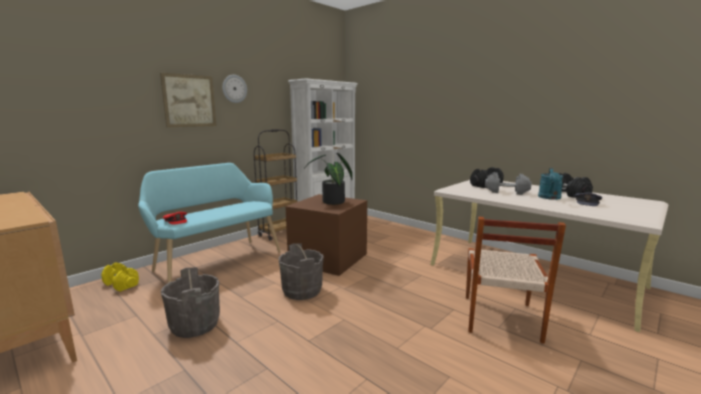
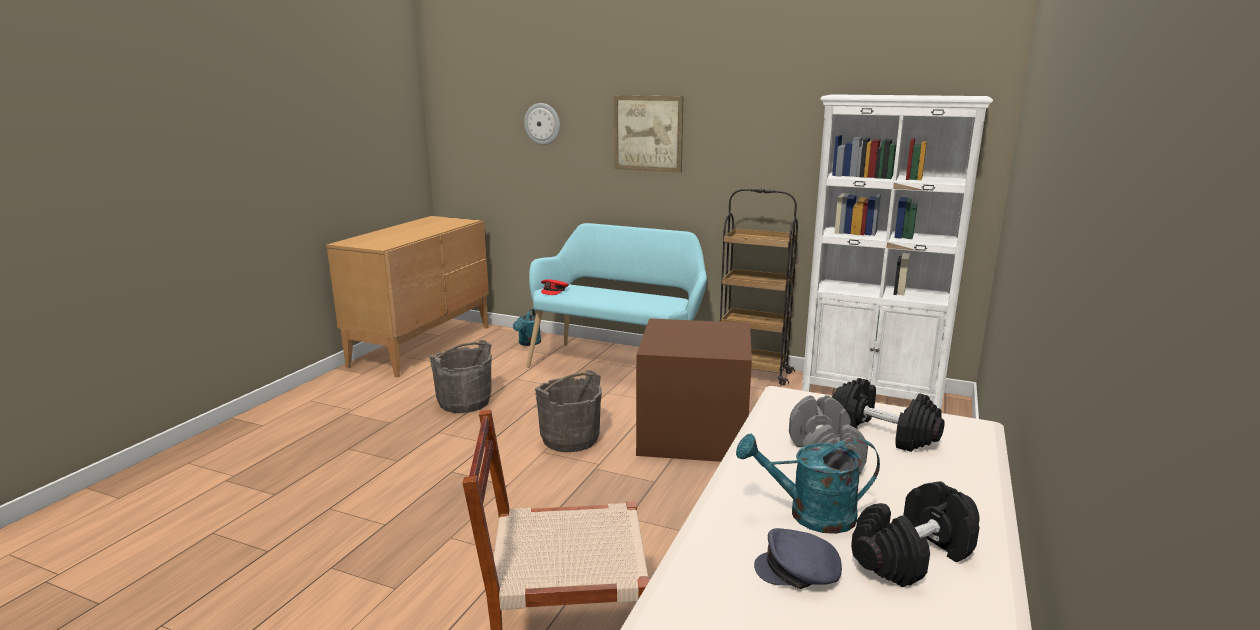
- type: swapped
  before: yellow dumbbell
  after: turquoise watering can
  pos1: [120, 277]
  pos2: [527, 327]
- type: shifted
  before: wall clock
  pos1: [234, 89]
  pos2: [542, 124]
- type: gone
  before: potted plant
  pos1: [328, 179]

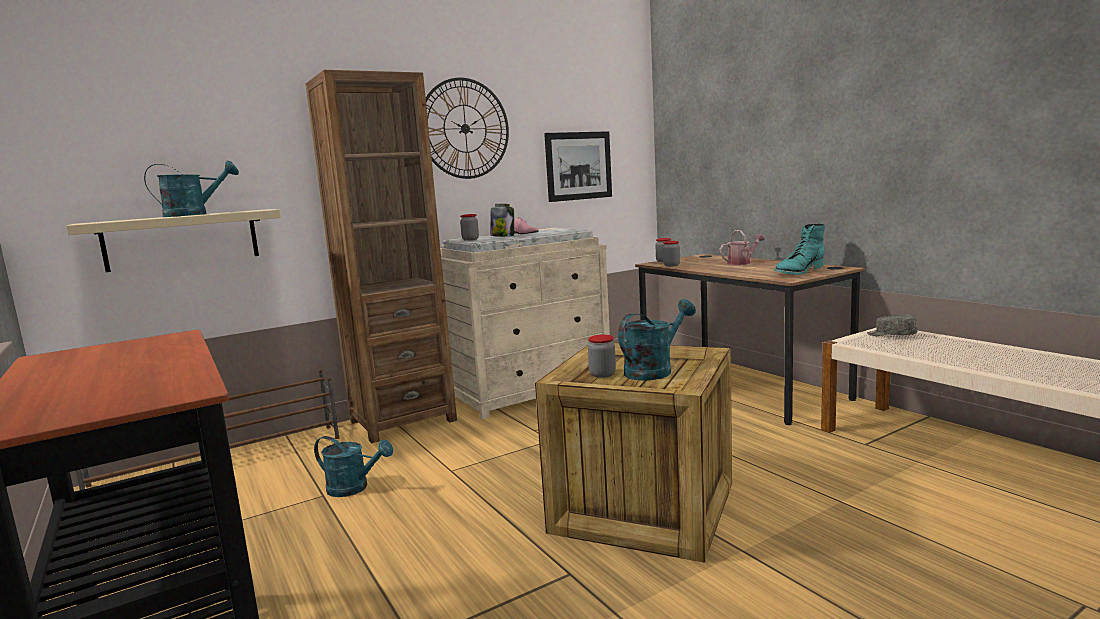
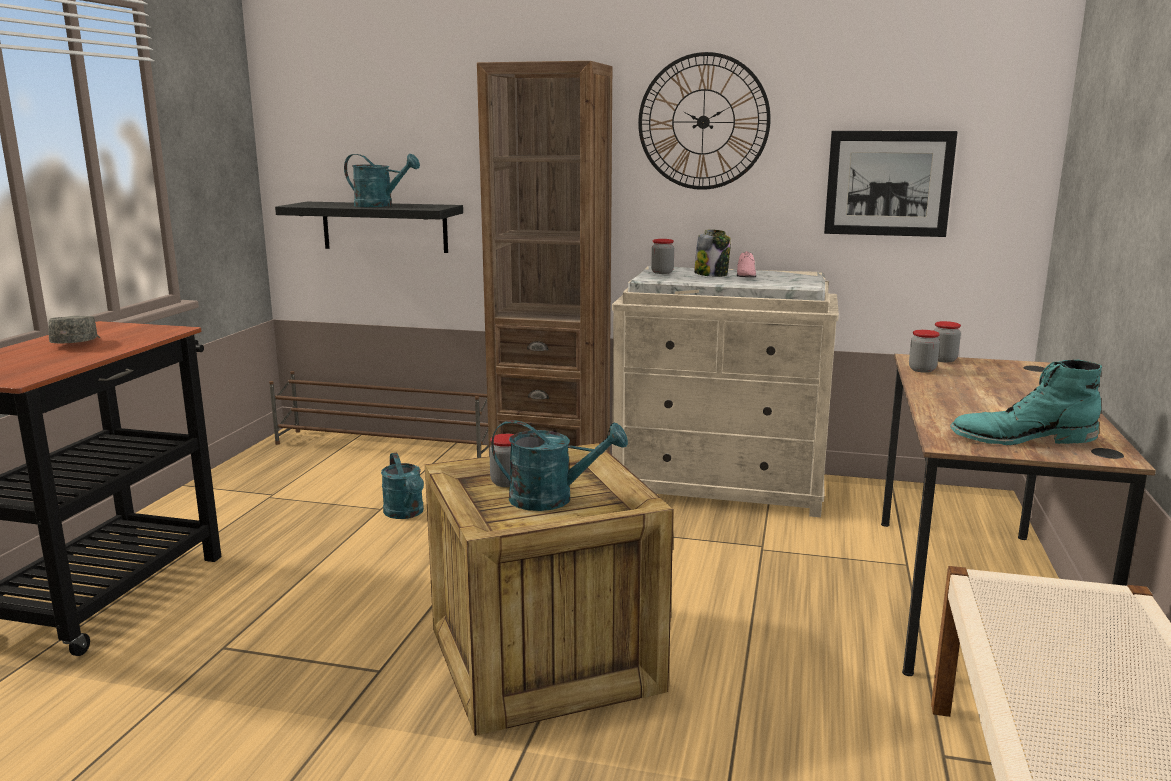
- type: shifted
  before: grey cap
  pos1: [892, 325]
  pos2: [74, 329]
- type: repainted
  before: beige shelf
  after: black shelf
  pos1: [173, 240]
  pos2: [369, 227]
- type: gone
  before: watering can
  pos1: [742, 247]

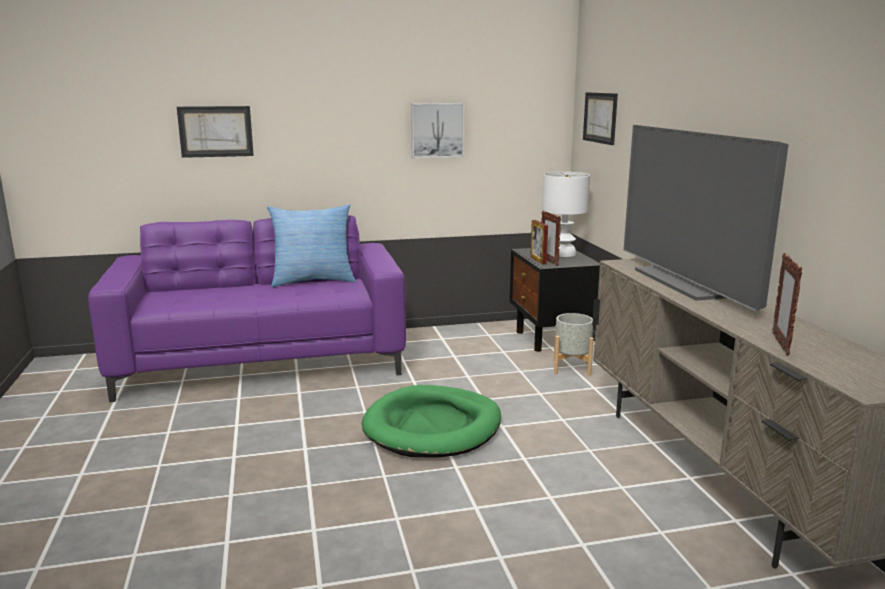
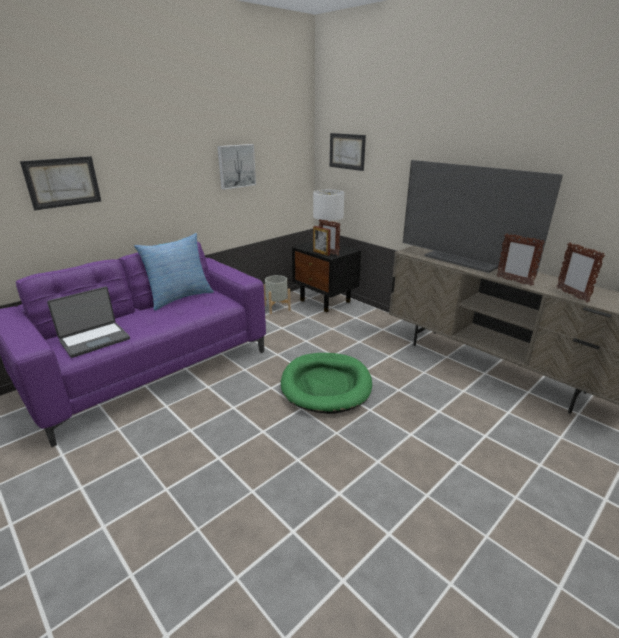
- type: new
  after: laptop
  pos2: [88, 322]
- type: shifted
  before: grey planter
  pos1: [574, 344]
  pos2: [277, 294]
- type: new
  after: picture frame
  pos2: [521, 259]

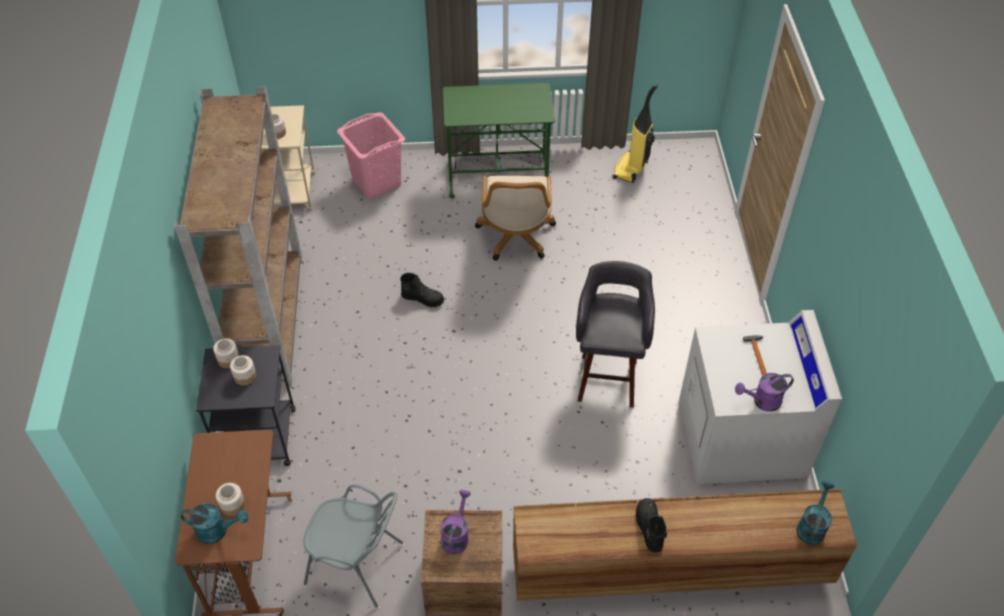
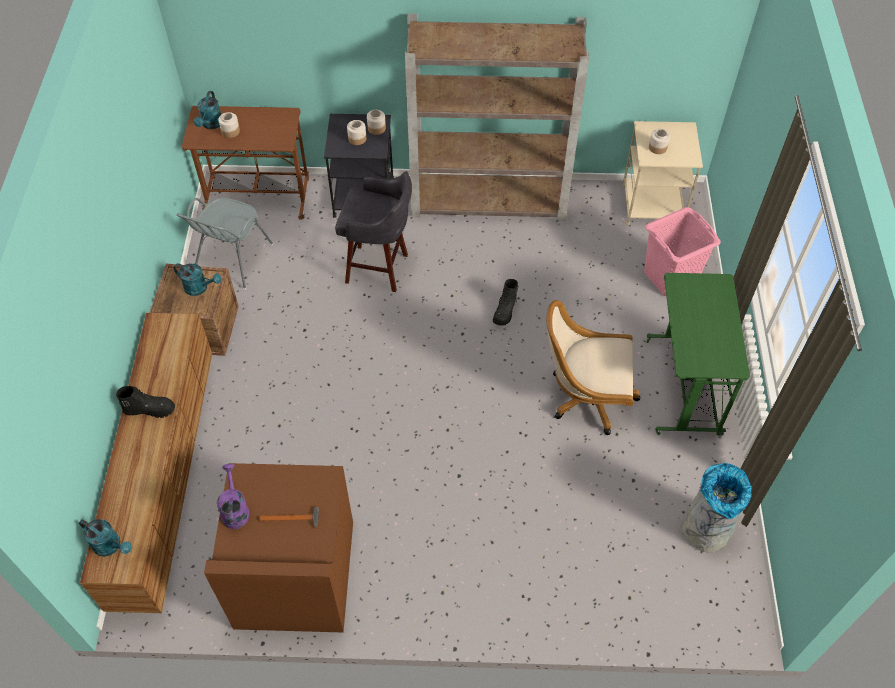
- type: repainted
  before: purple watering can
  after: turquoise watering can
  pos1: [456, 522]
  pos2: [197, 279]
- type: repainted
  before: white washing machine
  after: brown washing machine
  pos1: [760, 397]
  pos2: [278, 547]
- type: shifted
  before: grey stool
  pos1: [615, 334]
  pos2: [373, 231]
- type: swapped
  before: vacuum cleaner
  after: grey trash can
  pos1: [635, 133]
  pos2: [716, 507]

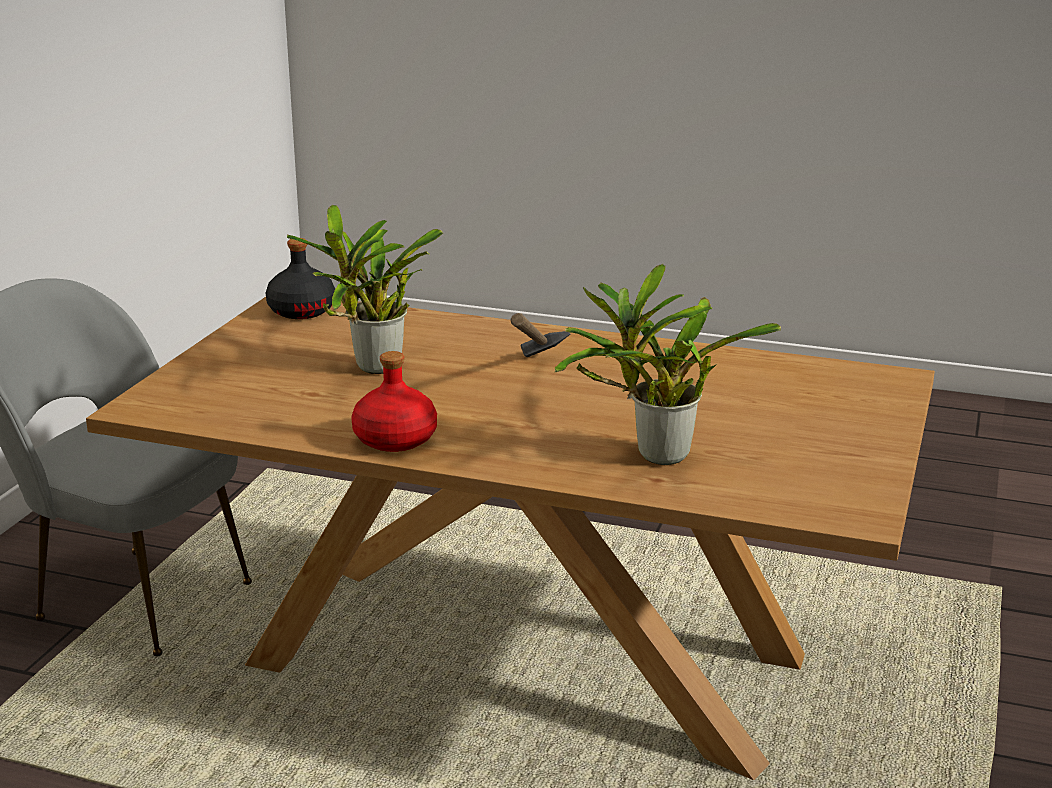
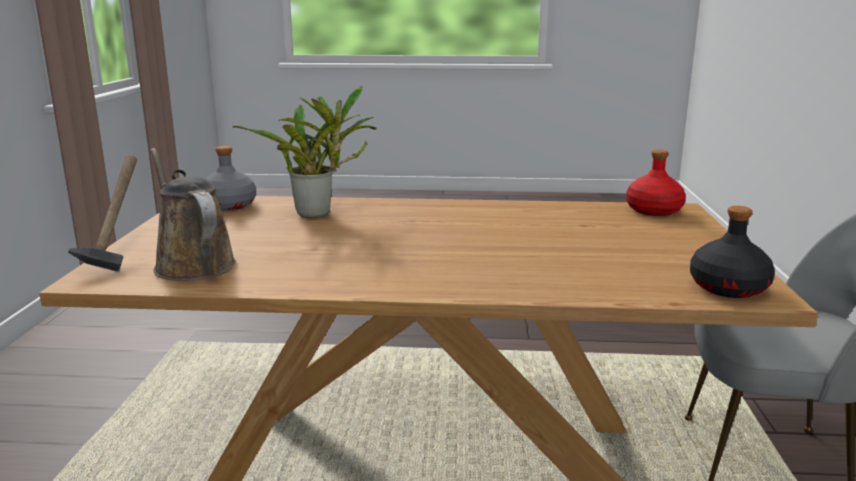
- type: shifted
  before: hammer
  pos1: [540, 335]
  pos2: [102, 213]
- type: new
  after: brown watering can
  pos2: [193, 214]
- type: new
  after: grey bottle
  pos2: [230, 178]
- type: shifted
  before: red bottle
  pos1: [394, 401]
  pos2: [656, 183]
- type: gone
  before: potted plant
  pos1: [365, 289]

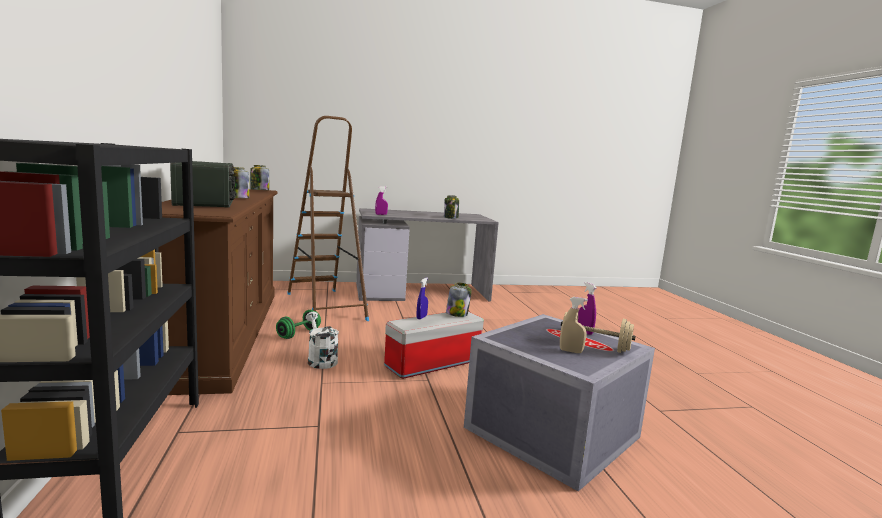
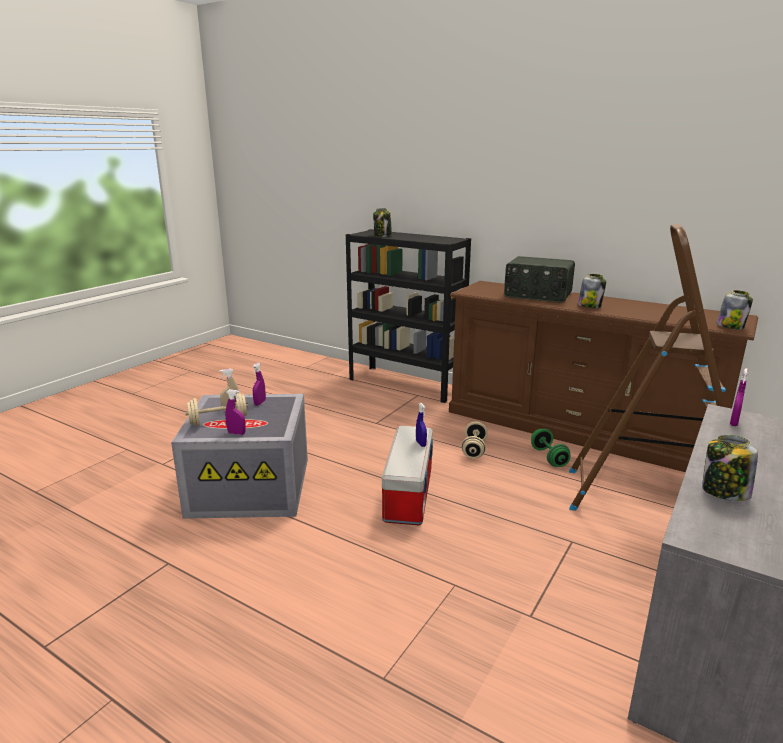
- type: new
  after: purple spray bottle
  pos2: [259, 384]
- type: shifted
  before: jar
  pos1: [459, 300]
  pos2: [382, 222]
- type: swapped
  before: white watering can
  after: beige dumbbell
  pos1: [322, 340]
  pos2: [474, 440]

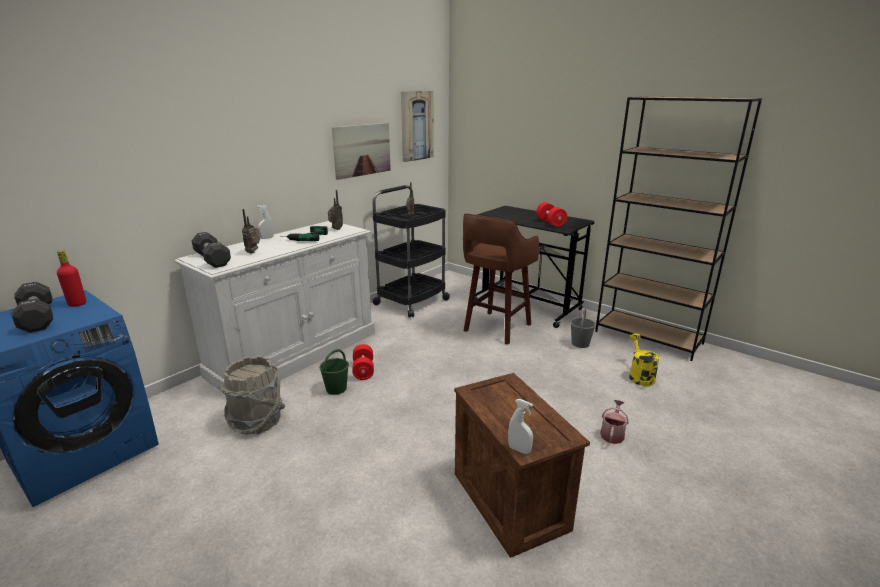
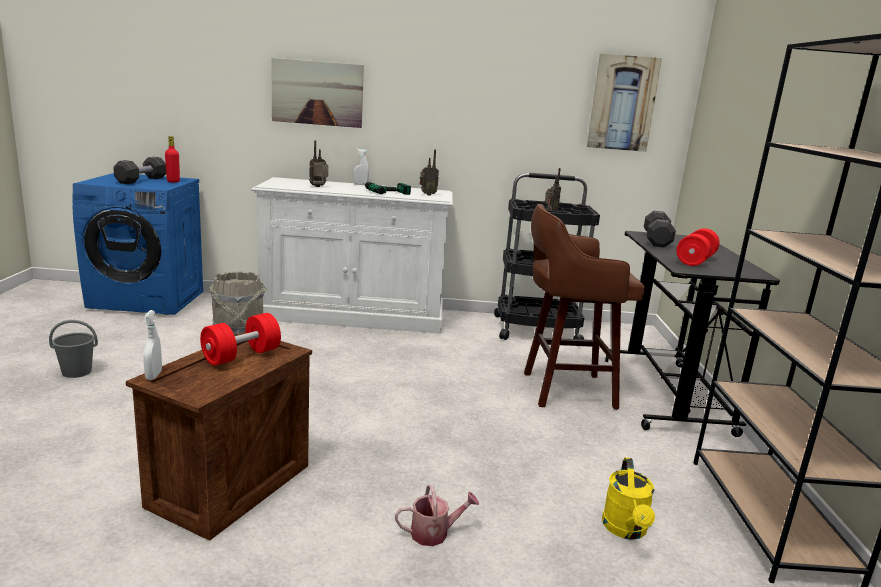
- type: shifted
  before: grey bucket
  pos1: [583, 328]
  pos2: [73, 349]
- type: shifted
  before: red dumbbell
  pos1: [363, 362]
  pos2: [240, 339]
- type: shifted
  before: picture
  pos1: [361, 151]
  pos2: [317, 93]
- type: rotated
  before: yellow watering can
  pos1: [644, 359]
  pos2: [628, 498]
  turn: 135
- type: shifted
  before: black dumbbell
  pos1: [211, 250]
  pos2: [660, 229]
- type: gone
  before: green bucket
  pos1: [334, 372]

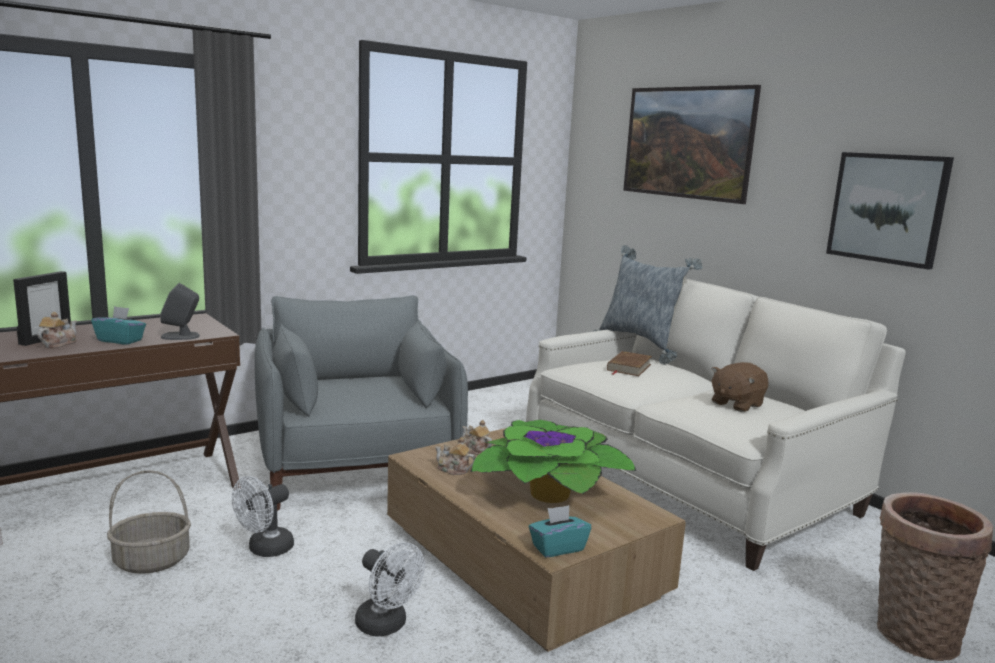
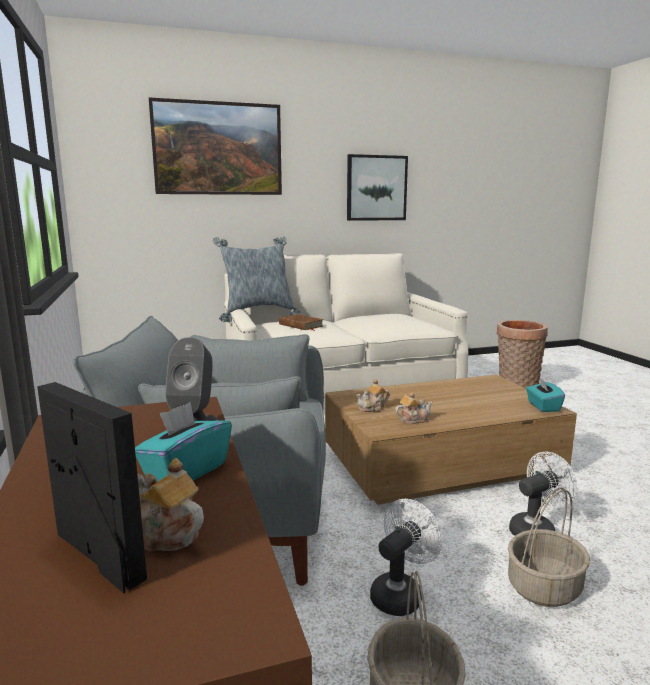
- type: rotated
  before: white fan
  pos1: [263, 516]
  pos2: [406, 557]
  turn: -105
- type: rotated
  before: teapot
  pos1: [455, 456]
  pos2: [413, 408]
  turn: -150
- type: new
  after: basket
  pos2: [549, 547]
- type: gone
  before: potted plant
  pos1: [553, 461]
- type: gone
  before: brown plush toy
  pos1: [739, 387]

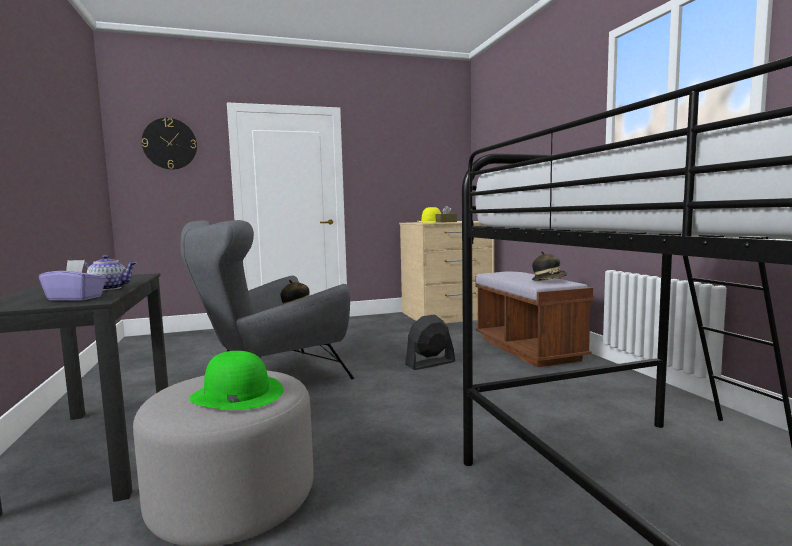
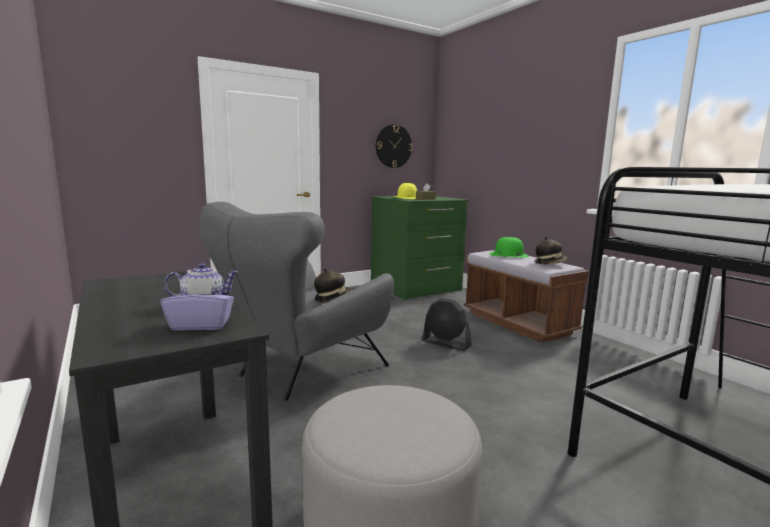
- type: repainted
  before: beige dresser
  after: green dresser
  pos1: [446, 272]
  pos2: [420, 248]
- type: shifted
  before: wall clock
  pos1: [169, 144]
  pos2: [394, 146]
- type: rotated
  before: black fan
  pos1: [430, 342]
  pos2: [447, 324]
  turn: -105
- type: shifted
  before: green hat
  pos1: [236, 380]
  pos2: [509, 247]

